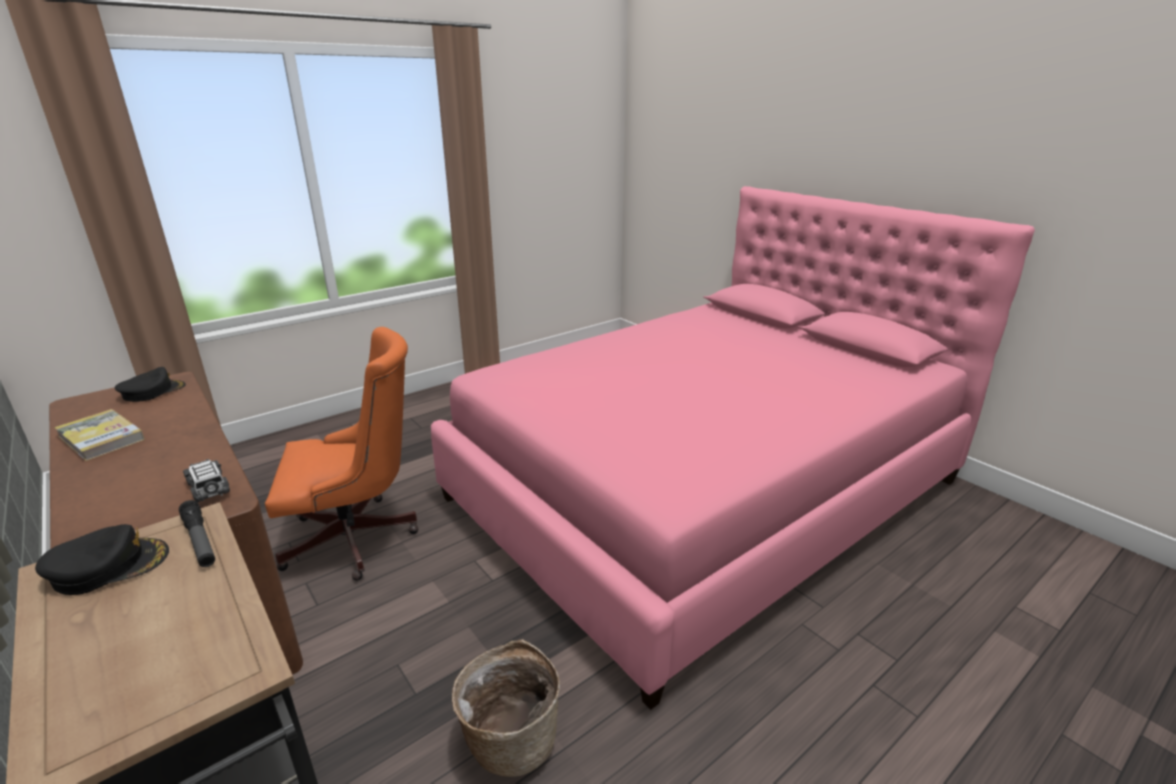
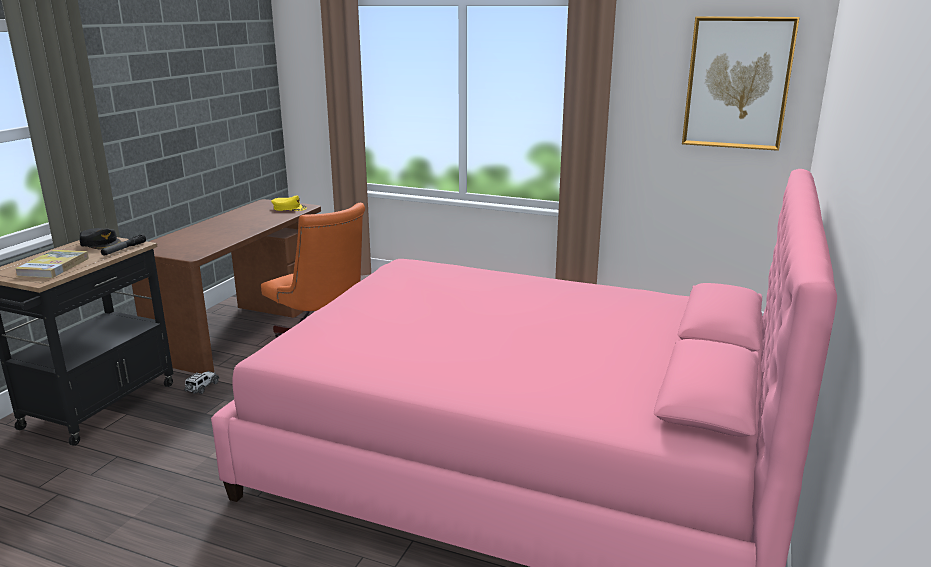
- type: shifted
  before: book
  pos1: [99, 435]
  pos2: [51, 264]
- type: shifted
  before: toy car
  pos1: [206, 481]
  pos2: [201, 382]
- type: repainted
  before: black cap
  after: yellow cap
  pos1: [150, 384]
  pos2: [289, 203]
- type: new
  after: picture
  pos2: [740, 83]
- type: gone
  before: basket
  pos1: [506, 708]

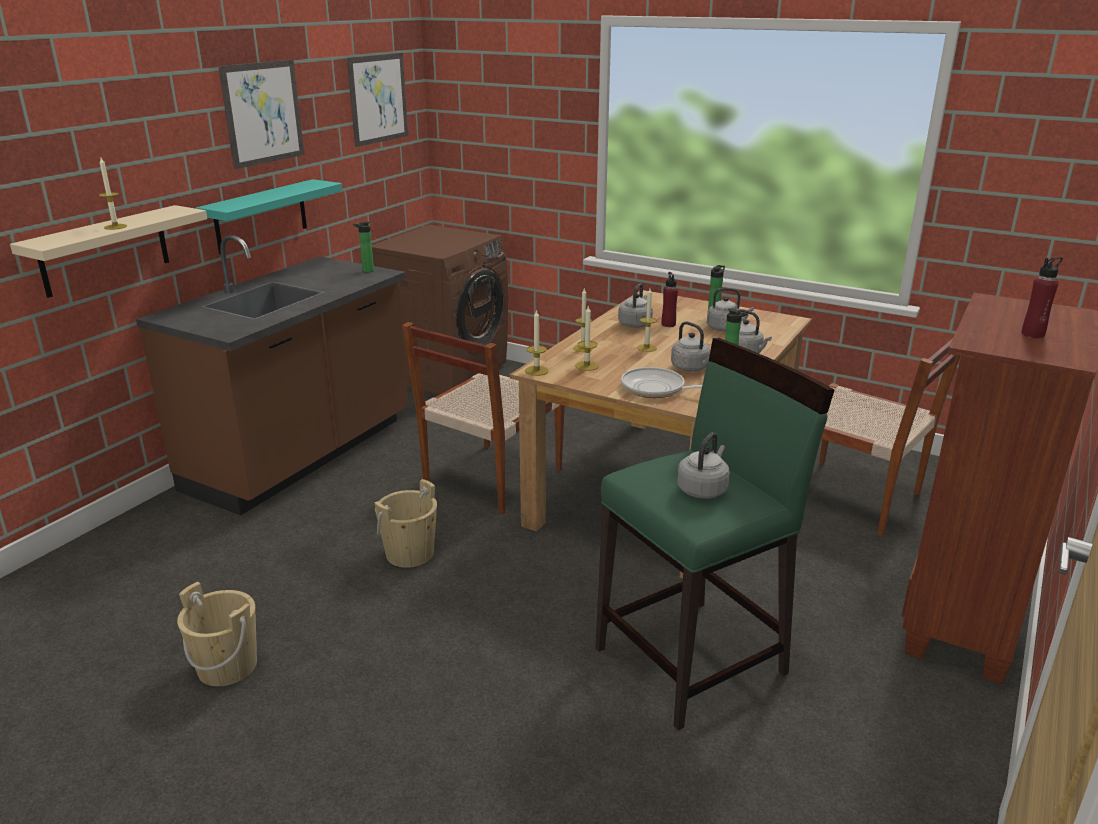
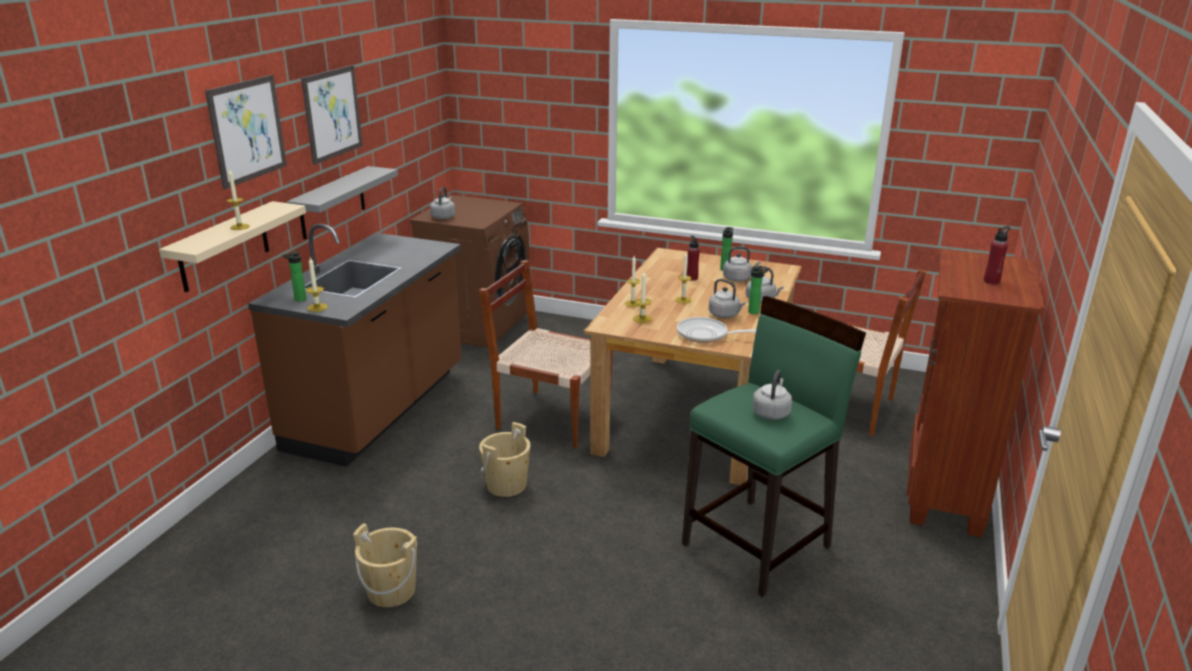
- type: shifted
  before: picture
  pos1: [377, 100]
  pos2: [246, 132]
- type: shifted
  before: bottle
  pos1: [363, 247]
  pos2: [295, 277]
- type: repainted
  before: turquoise shelf
  after: grey shelf
  pos1: [269, 216]
  pos2: [342, 203]
- type: shifted
  before: candle
  pos1: [537, 342]
  pos2: [317, 285]
- type: shifted
  before: grey kettle
  pos1: [635, 305]
  pos2: [442, 203]
- type: rotated
  before: chair
  pos1: [483, 418]
  pos2: [546, 354]
  turn: 90

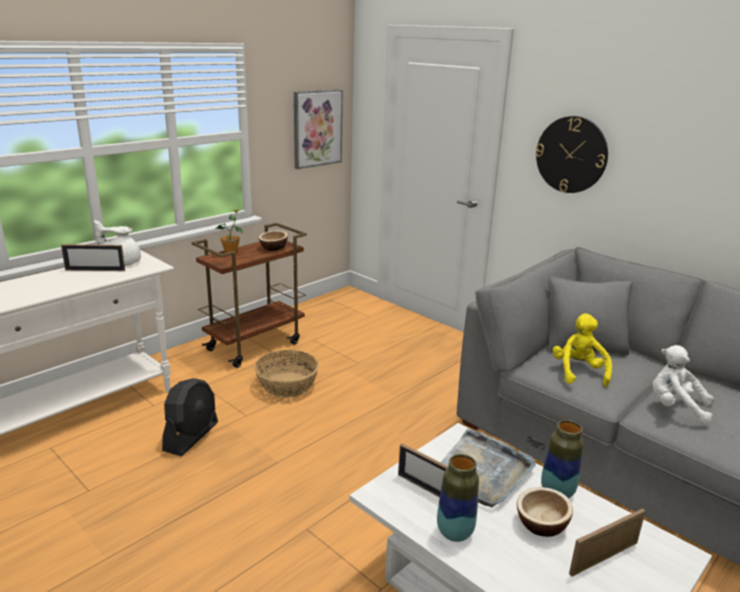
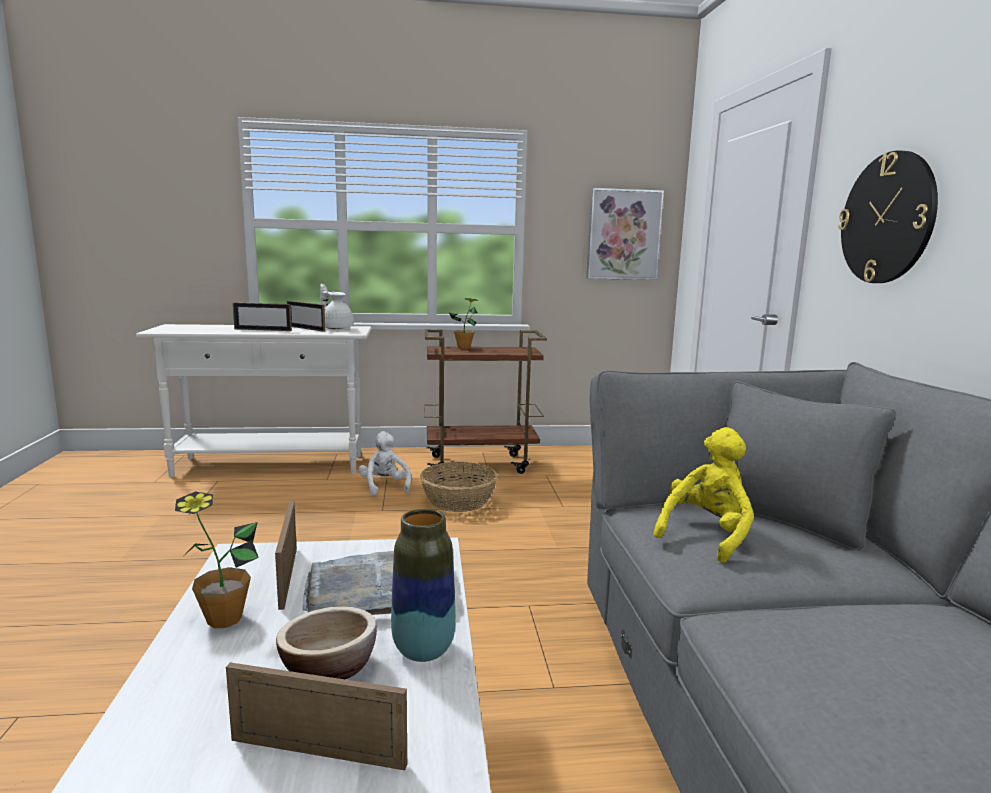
- type: swapped
  before: vase
  after: potted plant
  pos1: [458, 498]
  pos2: [217, 560]
- type: new
  after: picture frame
  pos2: [262, 316]
- type: shifted
  before: white plush toy
  pos1: [683, 384]
  pos2: [385, 464]
- type: gone
  before: black fan
  pos1: [190, 417]
- type: gone
  before: bowl
  pos1: [273, 240]

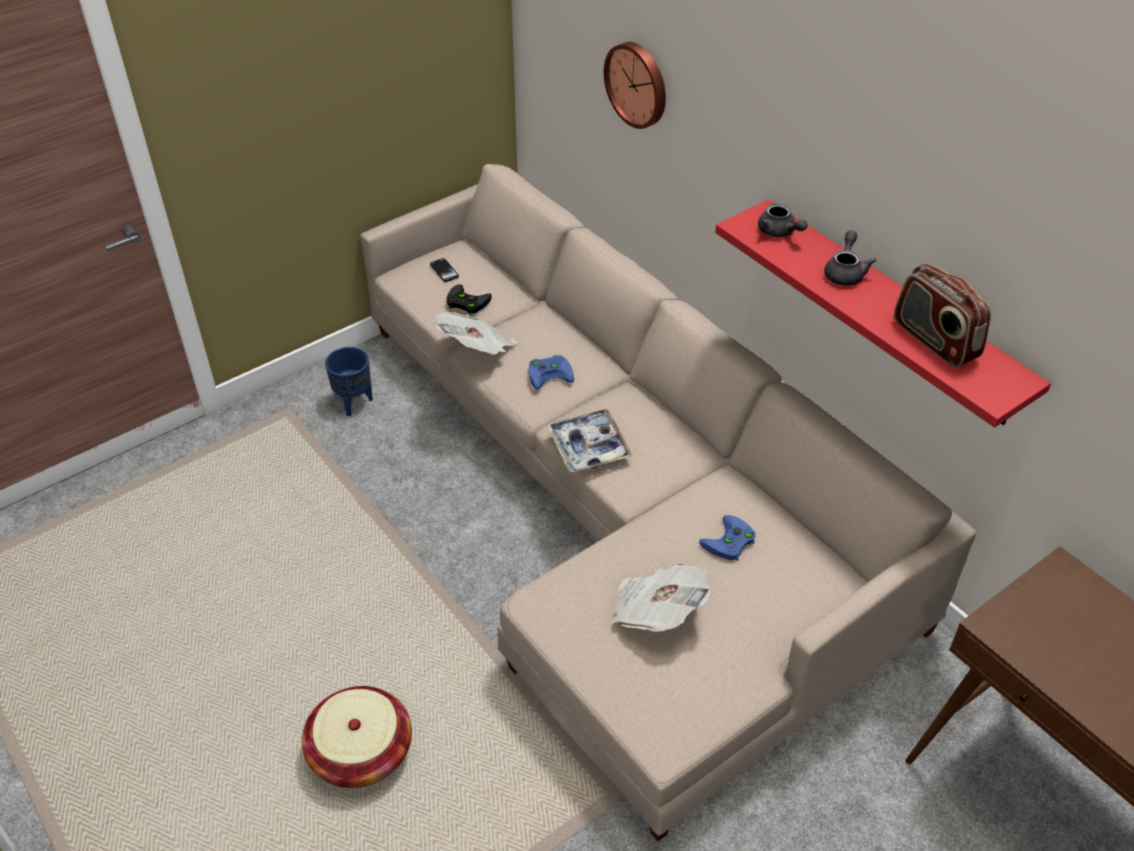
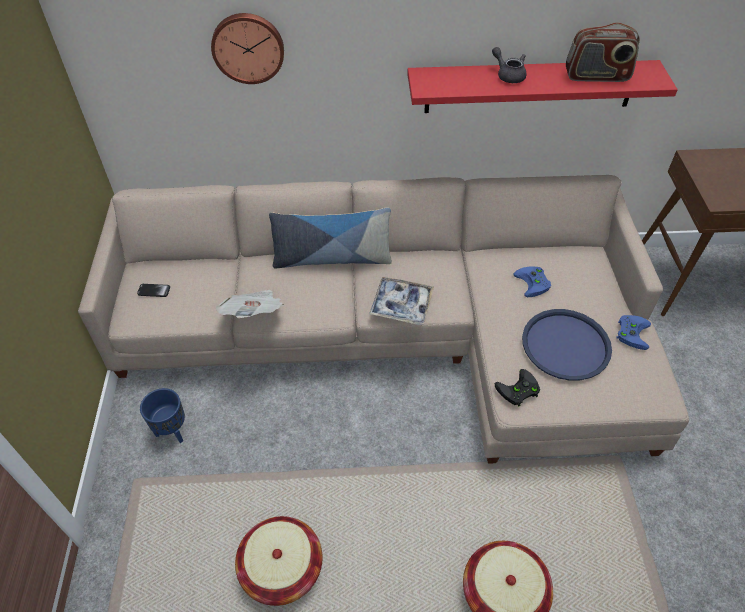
- type: new
  after: basket
  pos2: [279, 561]
- type: new
  after: pillow
  pos2: [330, 237]
- type: shifted
  before: black game controller
  pos1: [469, 299]
  pos2: [517, 387]
- type: swapped
  before: newspaper
  after: blue tray
  pos1: [662, 598]
  pos2: [567, 345]
- type: shifted
  before: blue game controller
  pos1: [551, 372]
  pos2: [633, 332]
- type: gone
  before: grey teapot
  pos1: [783, 220]

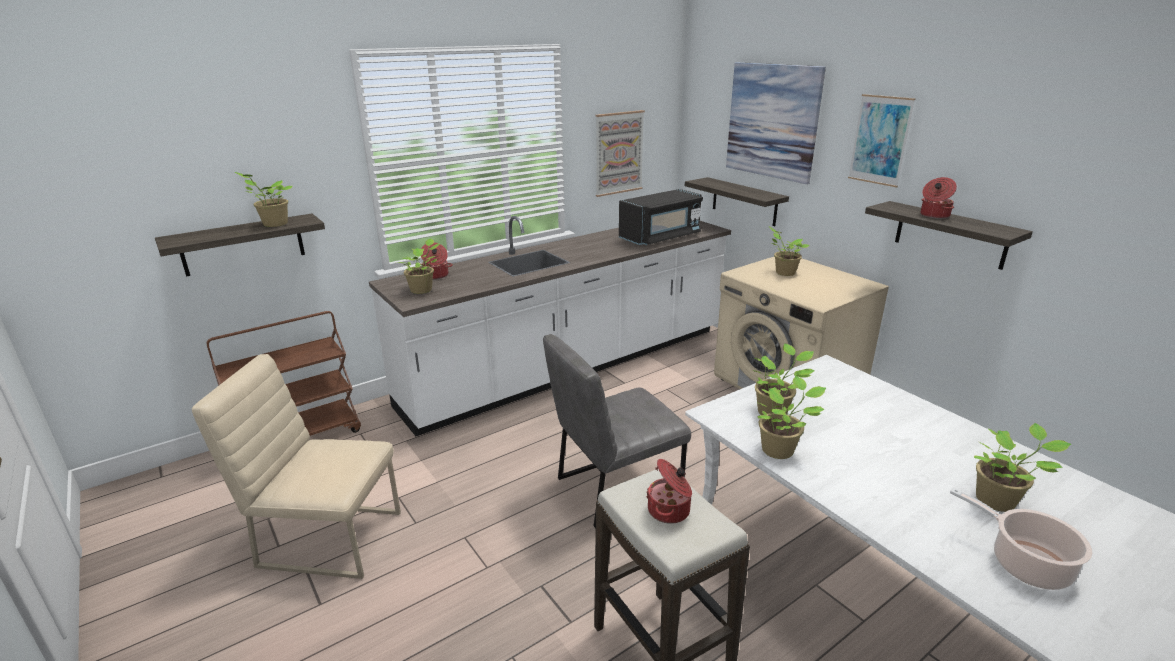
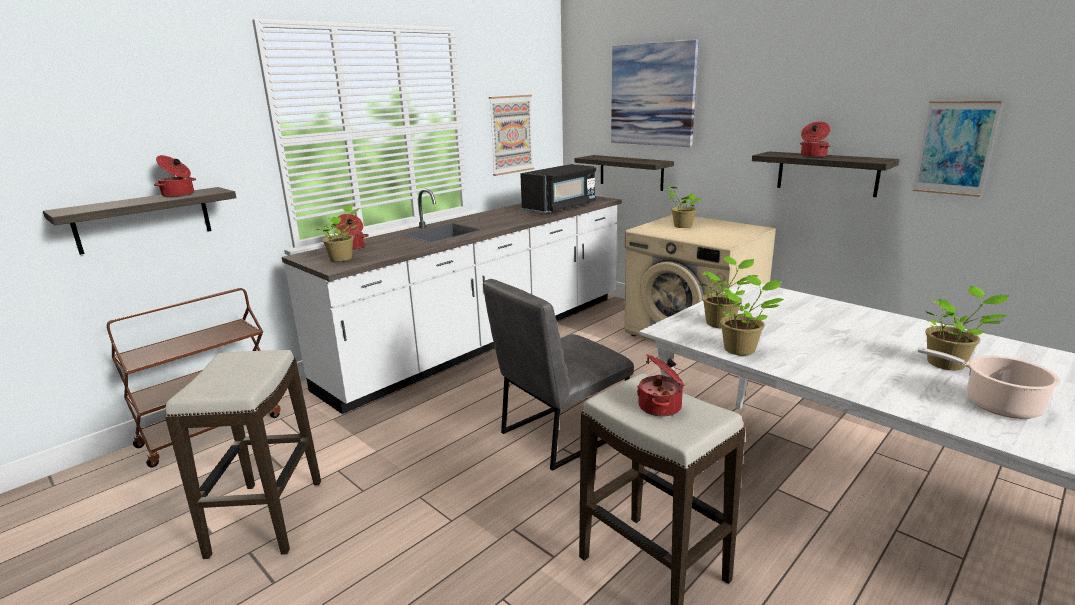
- type: swapped
  before: potted plant
  after: cooking pot
  pos1: [264, 199]
  pos2: [175, 176]
- type: swapped
  before: beige chair
  after: stool
  pos1: [296, 466]
  pos2: [243, 454]
- type: shifted
  before: picture
  pos1: [882, 140]
  pos2: [957, 149]

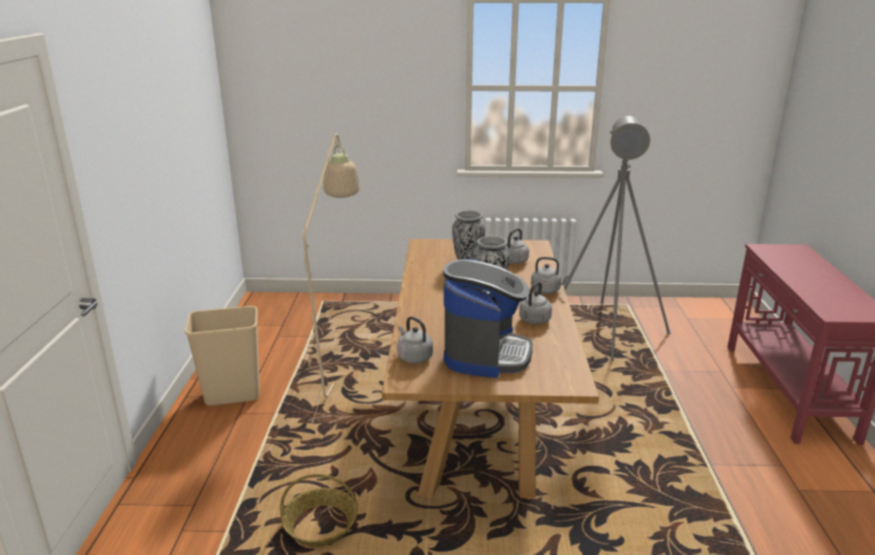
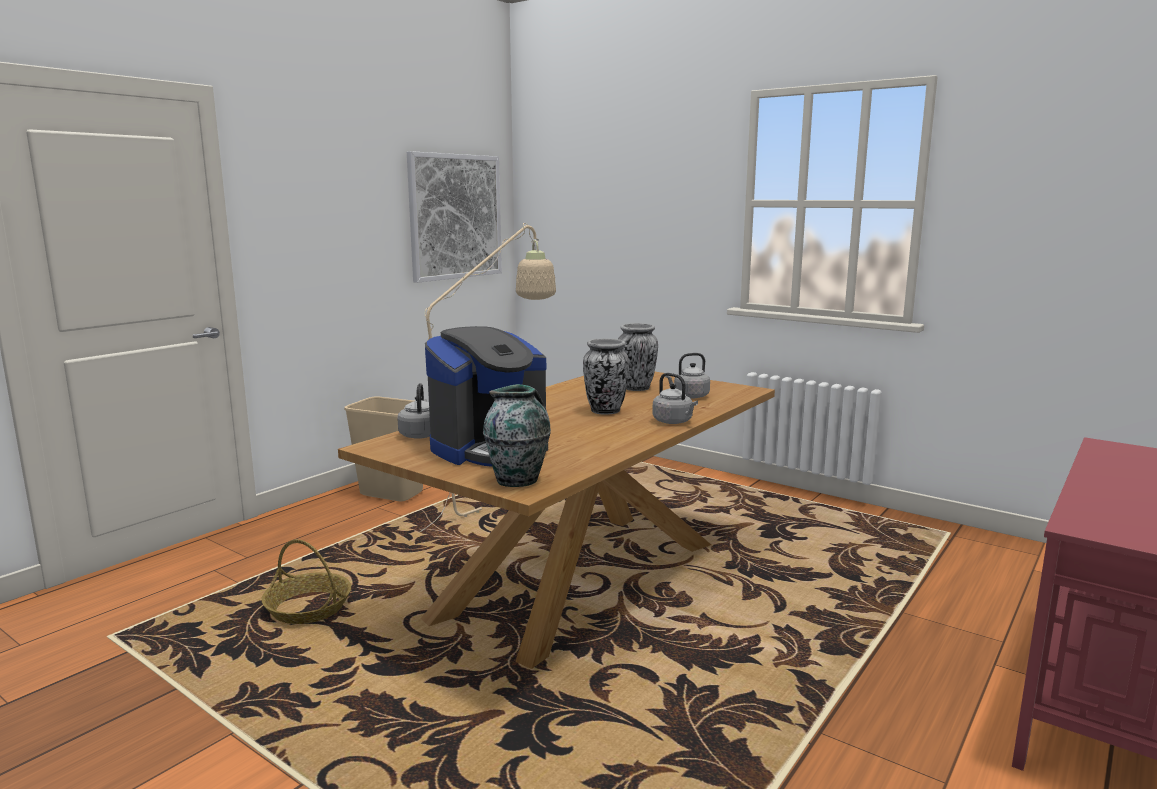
- type: new
  after: picture
  pos2: [454, 217]
- type: new
  after: vase
  pos2: [517, 435]
- type: gone
  before: grey kettle
  pos1: [535, 303]
- type: gone
  before: grey floor lamp
  pos1: [617, 238]

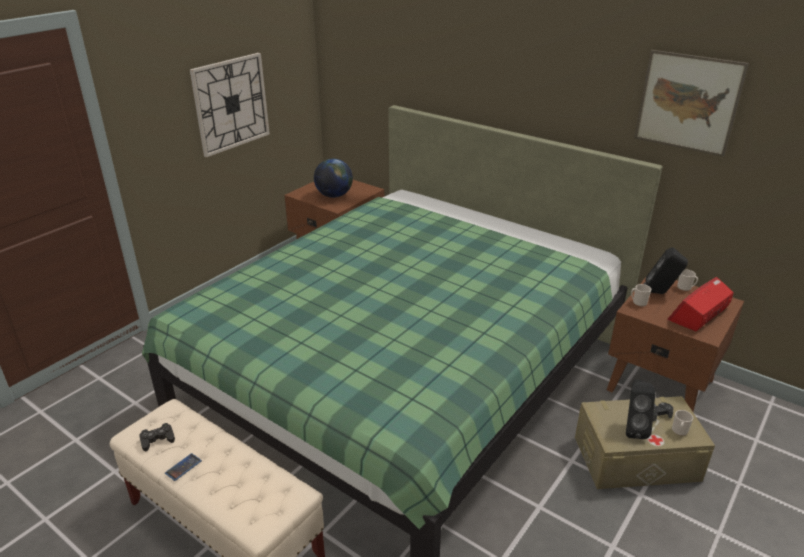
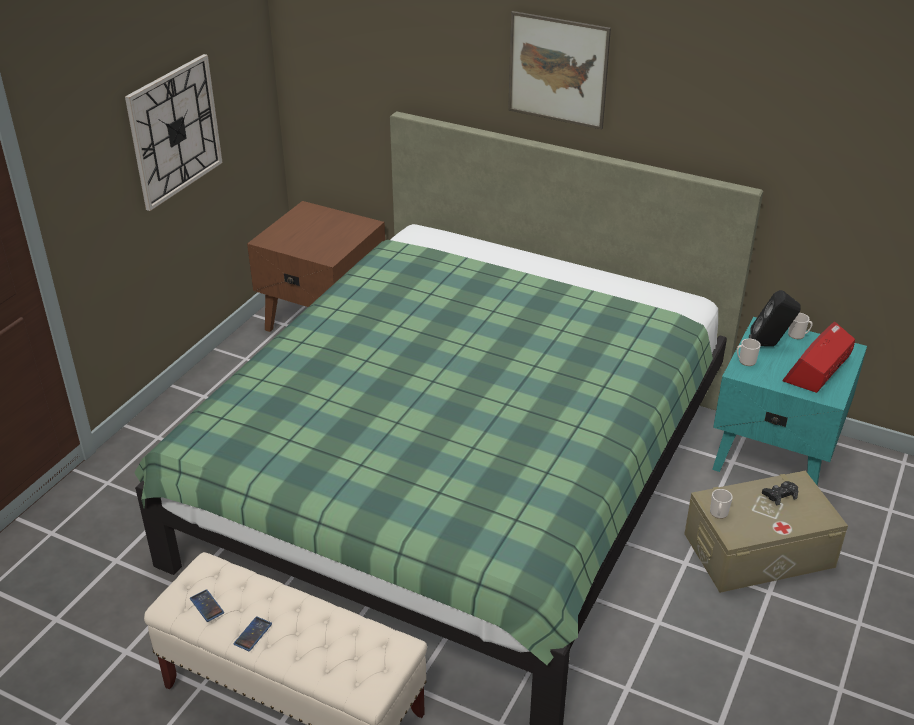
- type: swapped
  before: black game controller
  after: phone
  pos1: [157, 437]
  pos2: [207, 605]
- type: shifted
  before: picture
  pos1: [691, 103]
  pos2: [559, 70]
- type: shifted
  before: mug
  pos1: [682, 423]
  pos2: [721, 504]
- type: repainted
  before: brown nightstand
  after: turquoise nightstand
  pos1: [675, 344]
  pos2: [789, 401]
- type: gone
  before: globe
  pos1: [333, 178]
- type: gone
  before: black speaker
  pos1: [640, 409]

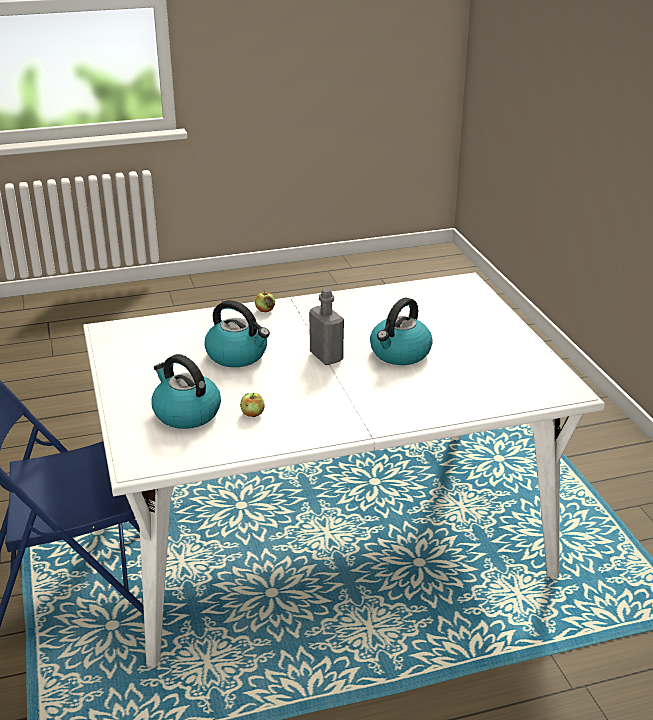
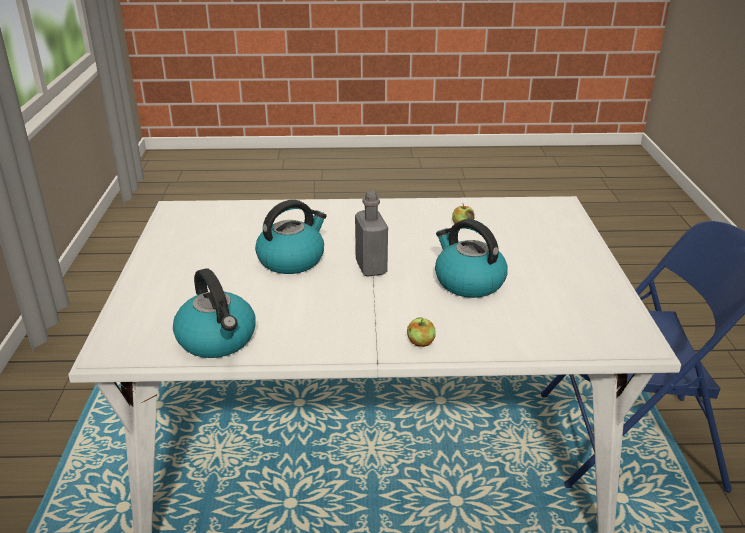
- type: shifted
  before: kettle
  pos1: [186, 391]
  pos2: [214, 313]

